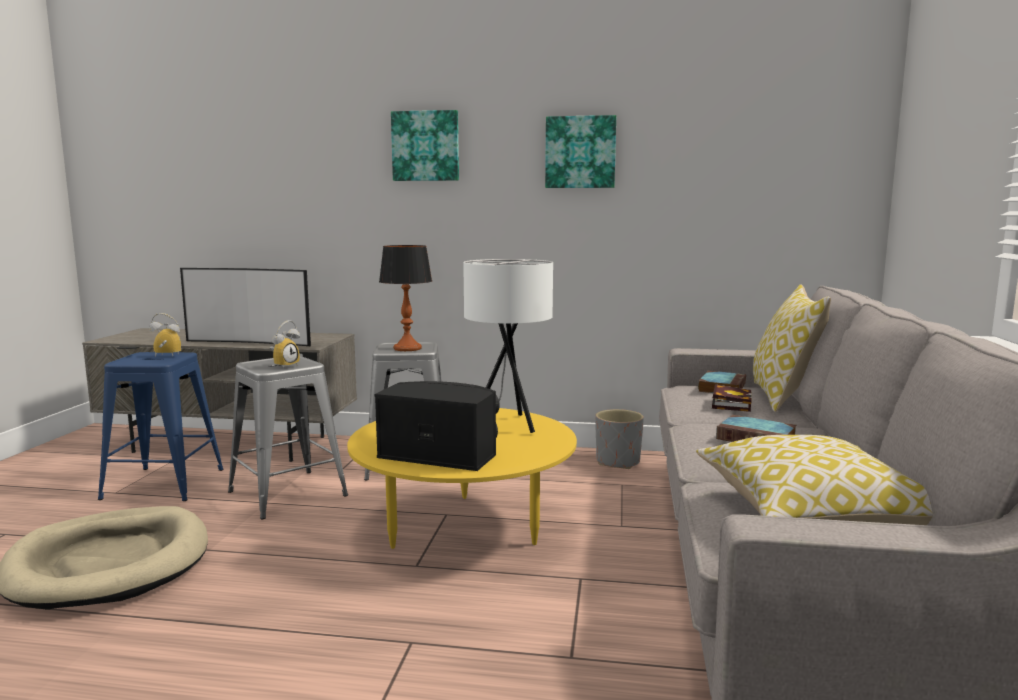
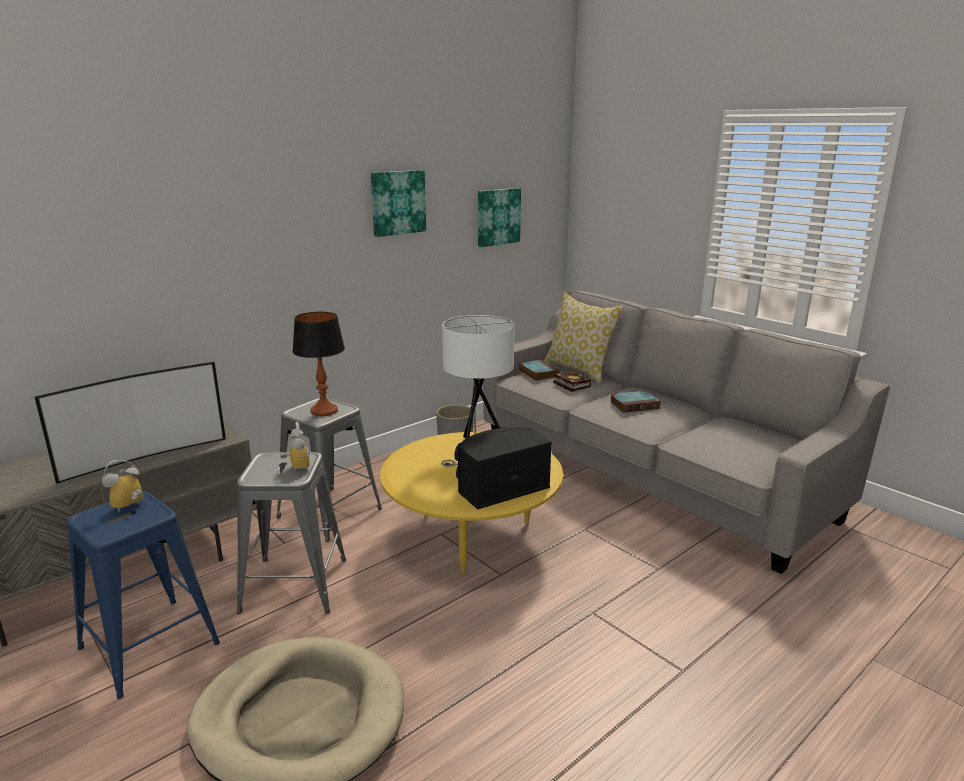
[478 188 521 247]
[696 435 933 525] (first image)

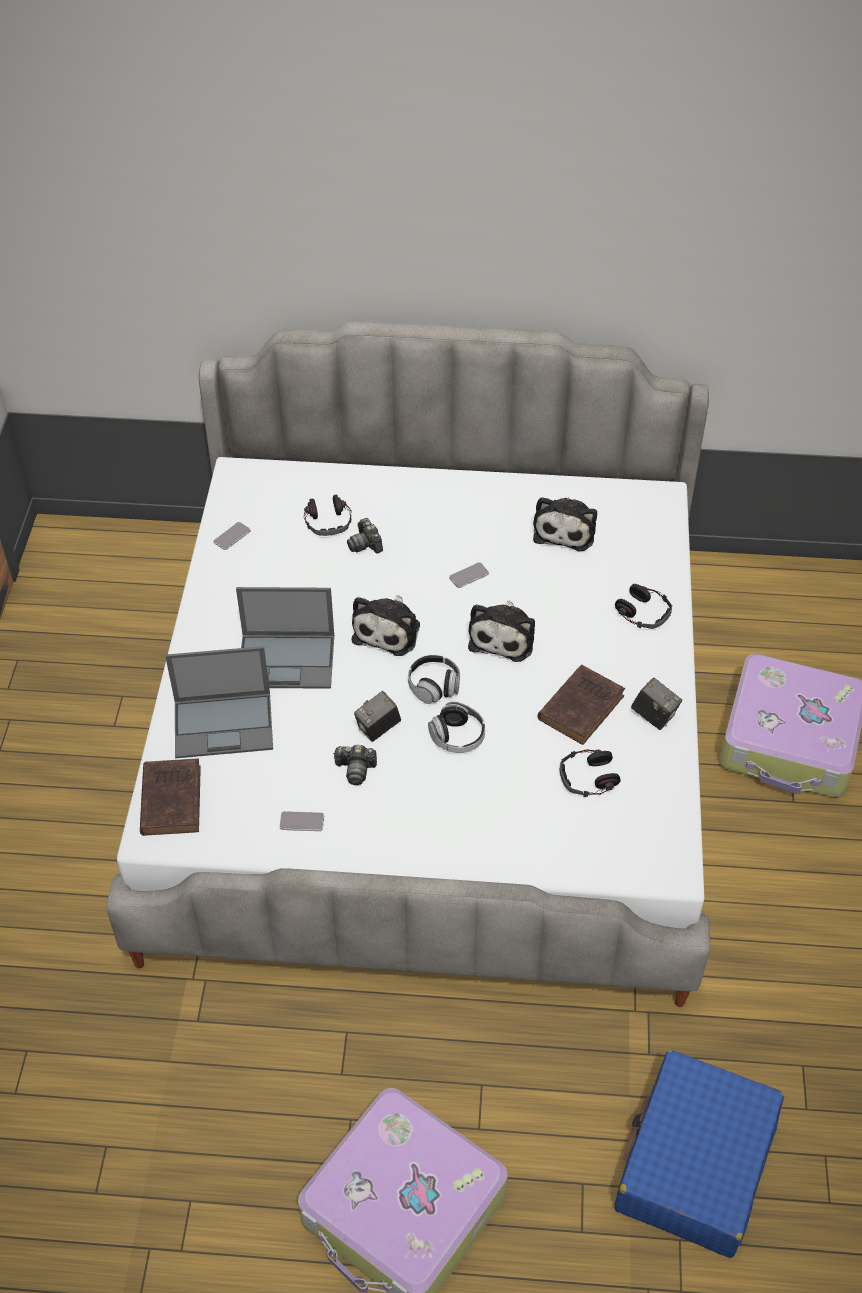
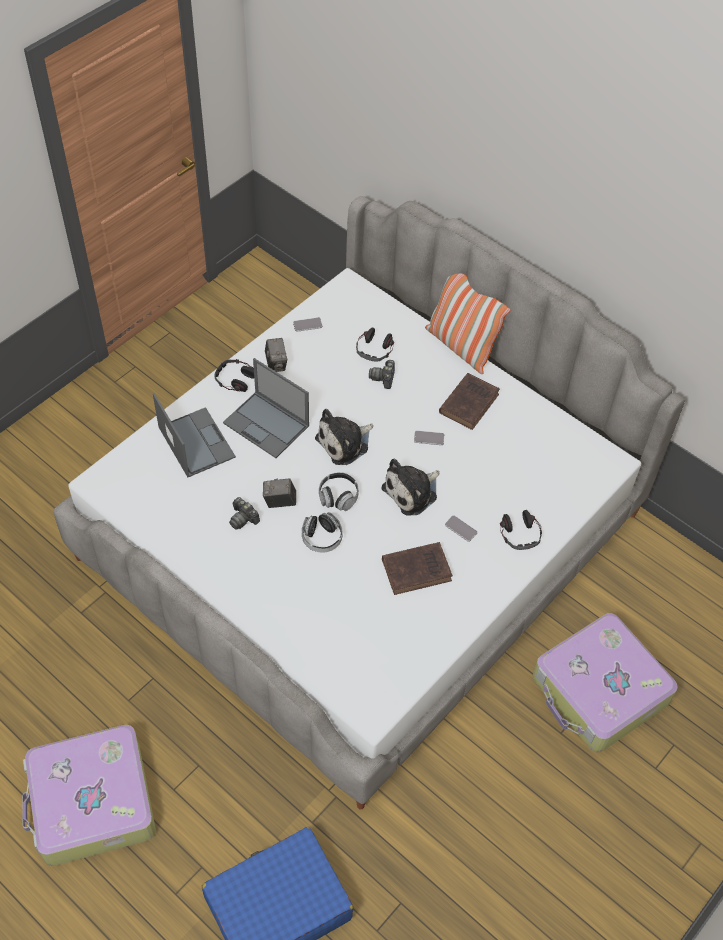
[439 373 500 430]
[153 393 236 477]
[445 515 477 542]
[533 497 597 551] (first image)
[215 359 254 392]
[265 338 287 372]
[425 274 510 374]

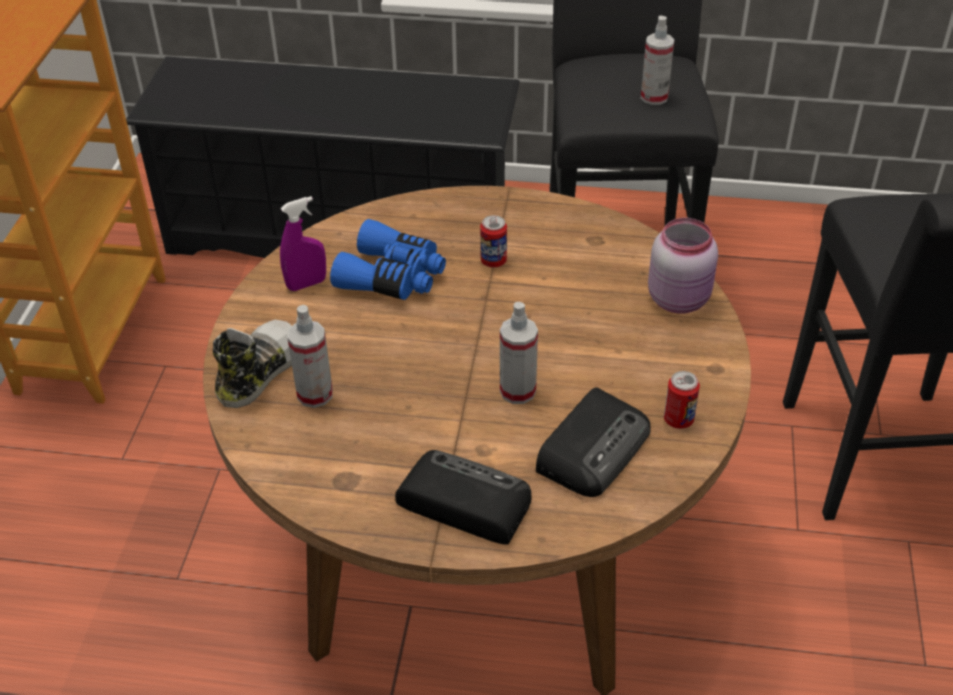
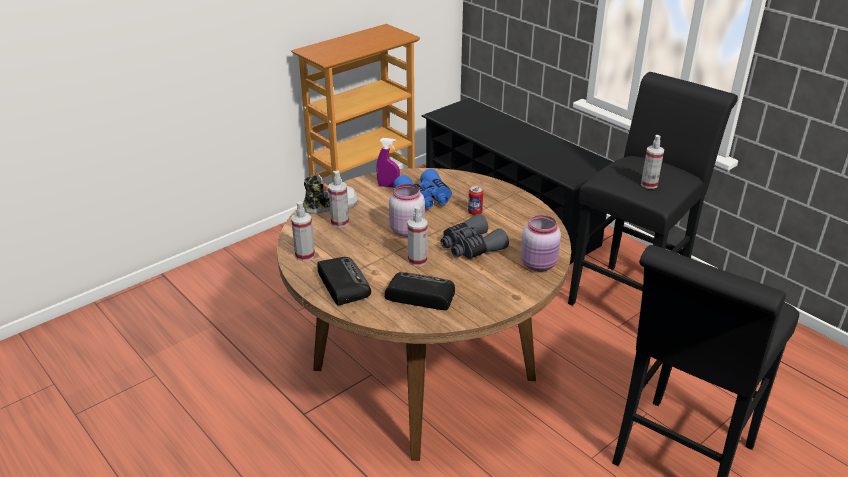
[385 272 455 310]
[664 371 700 429] (first image)
[291 202 315 261]
[389 184 425 237]
[441 214 509 259]

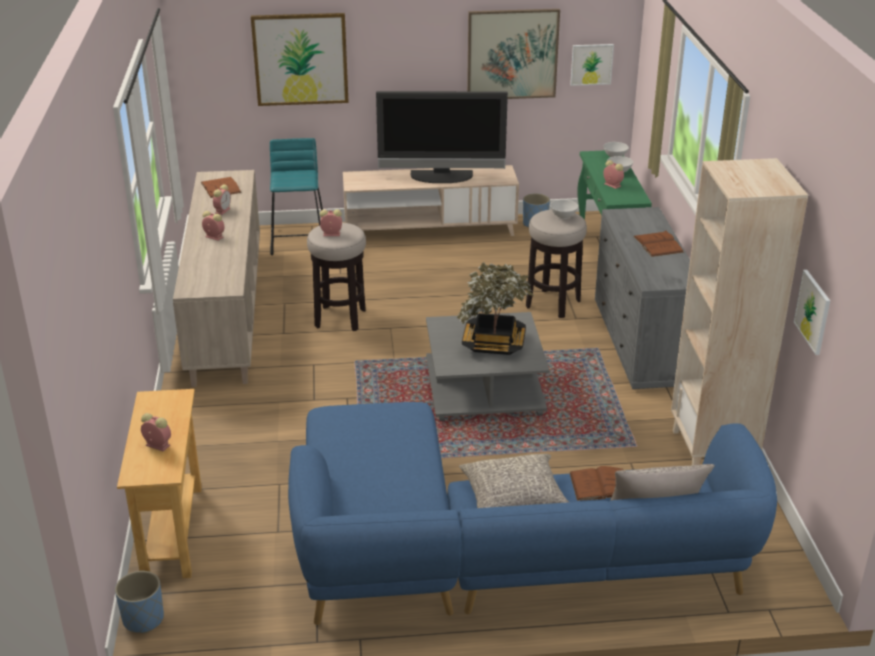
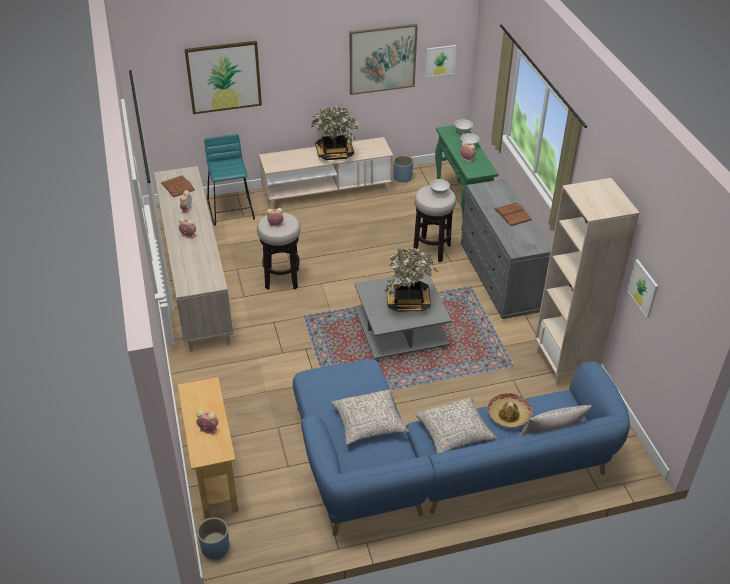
[311 106 359 160]
[488 393 533 428]
[331 389 409 445]

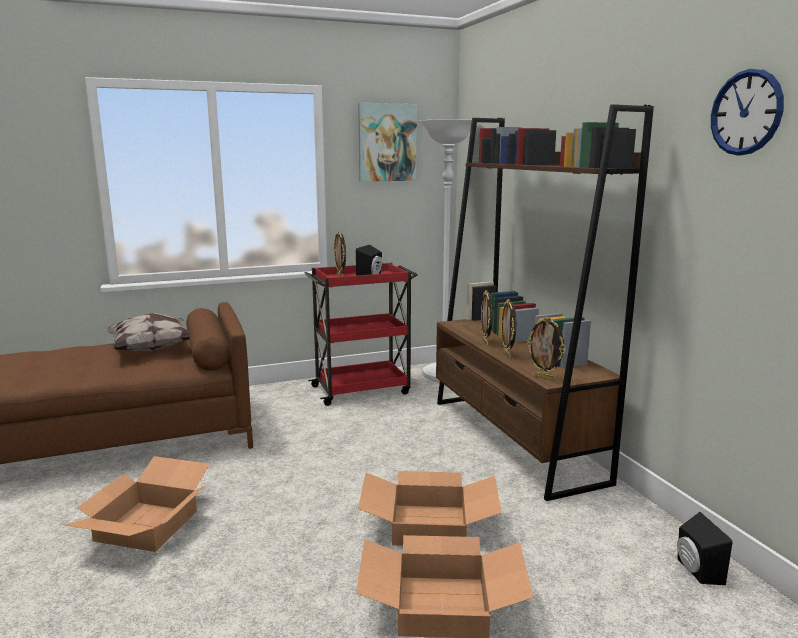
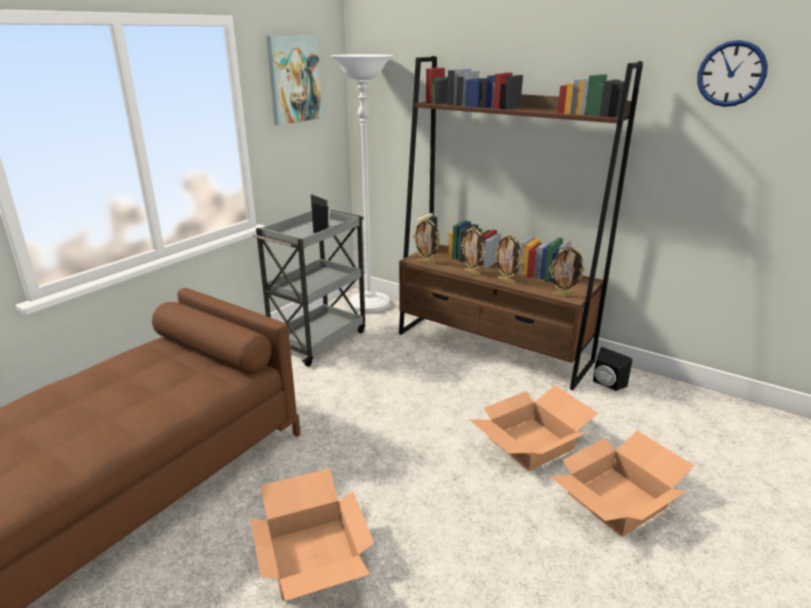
[104 313 190 352] (first image)
[252 210 365 367]
[413 218 441 264]
[593 347 633 391]

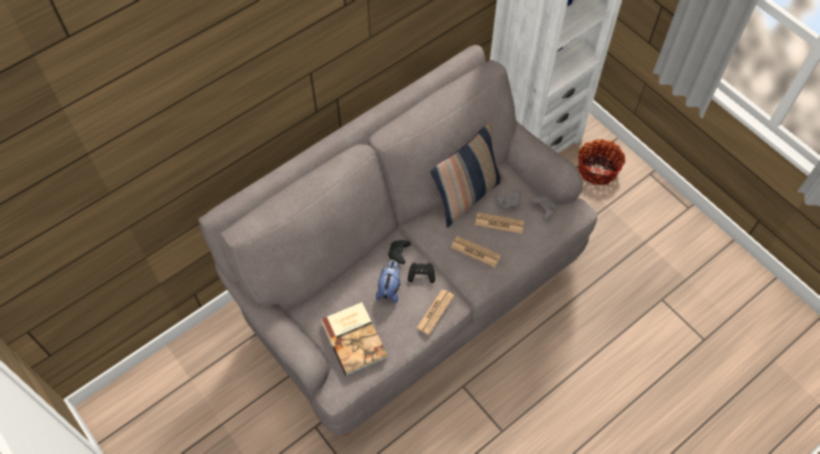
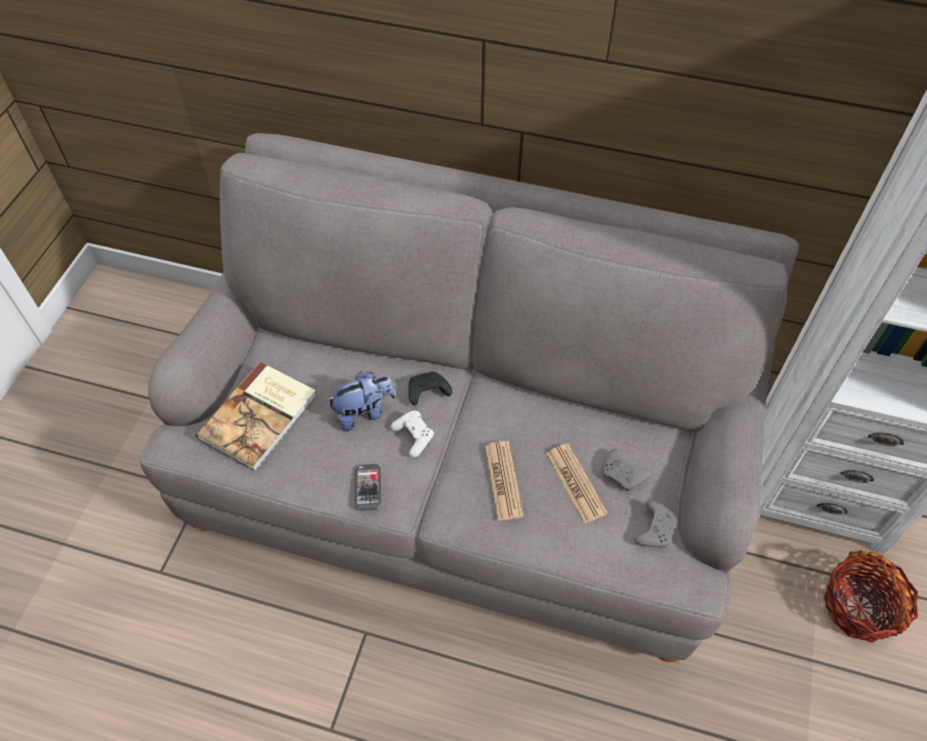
[391 411 434 458]
[355 464 381 511]
[430 123 504 227] (first image)

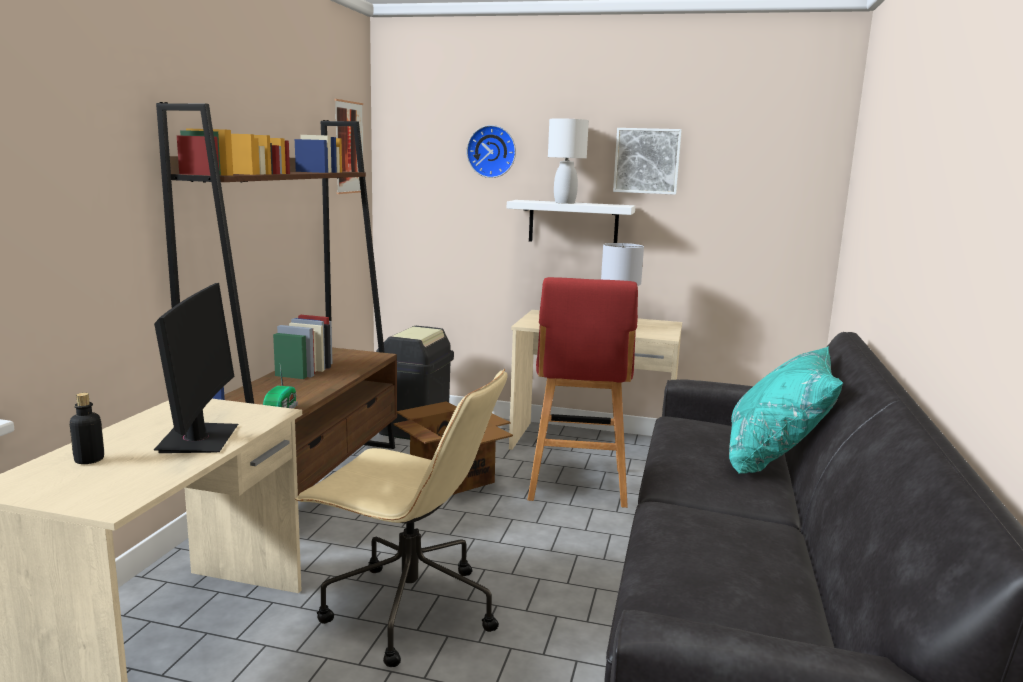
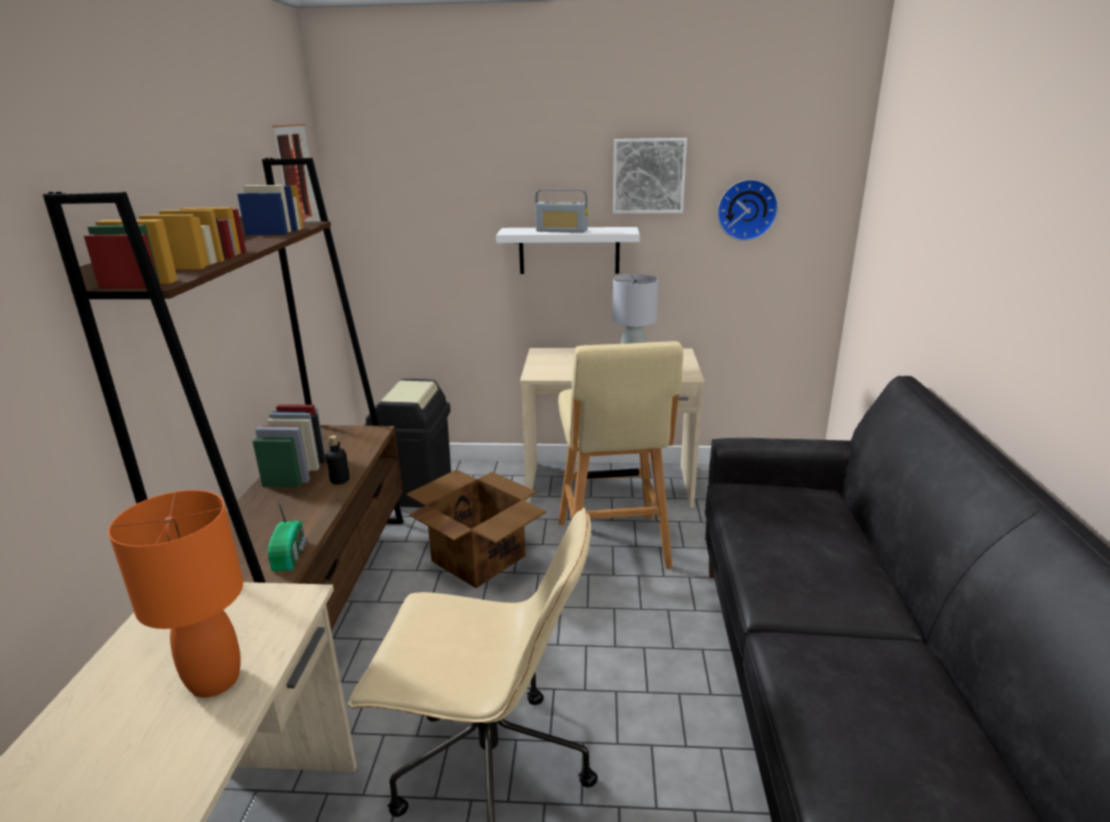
[326 435 350 485]
[108 490 243 698]
[717 179 778 241]
[558 341 683 569]
[535 189 588 233]
[729 346 843 474] (first image)

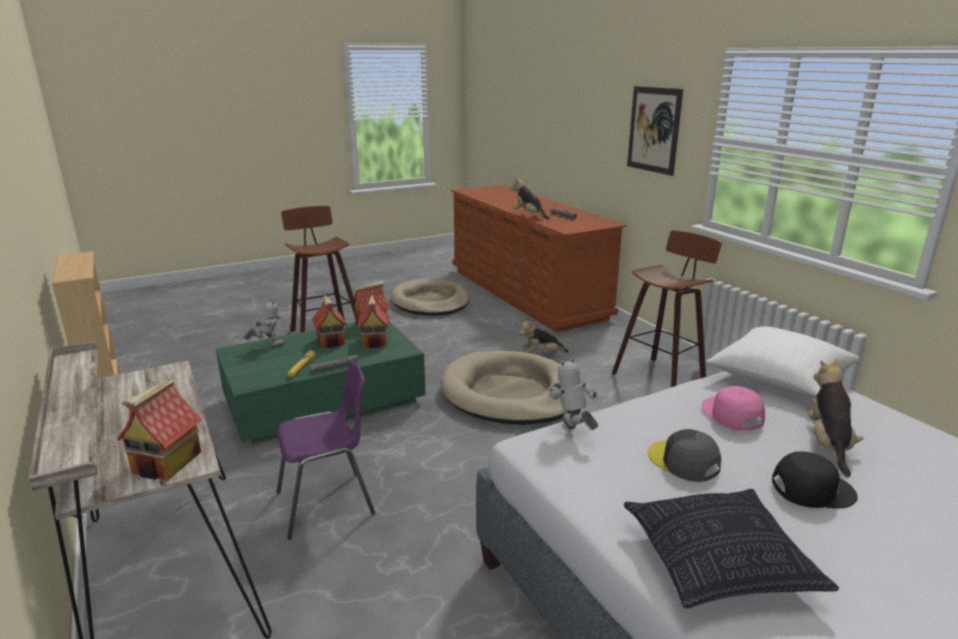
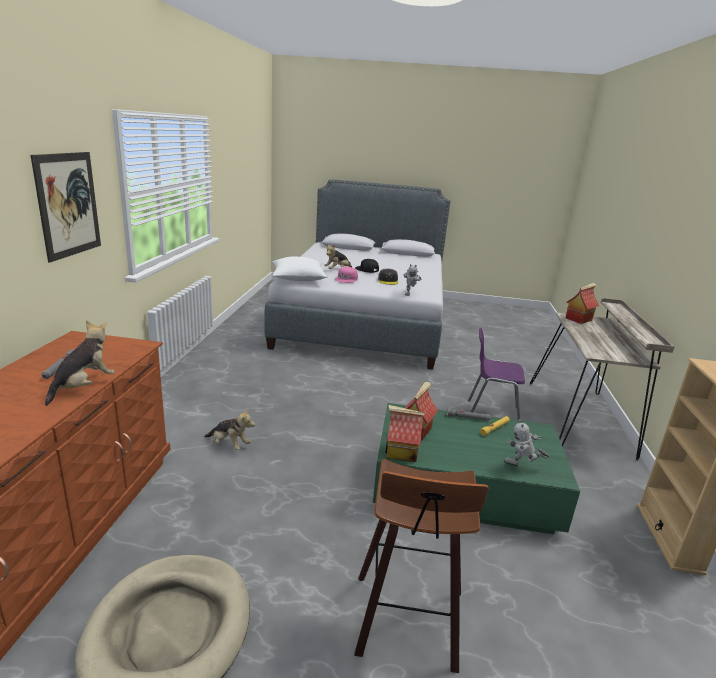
[312 295 347 349] (first image)
[441 351 570 425] (first image)
[45 321 115 406]
[612 230 722 387] (first image)
[624 489 839 608] (first image)

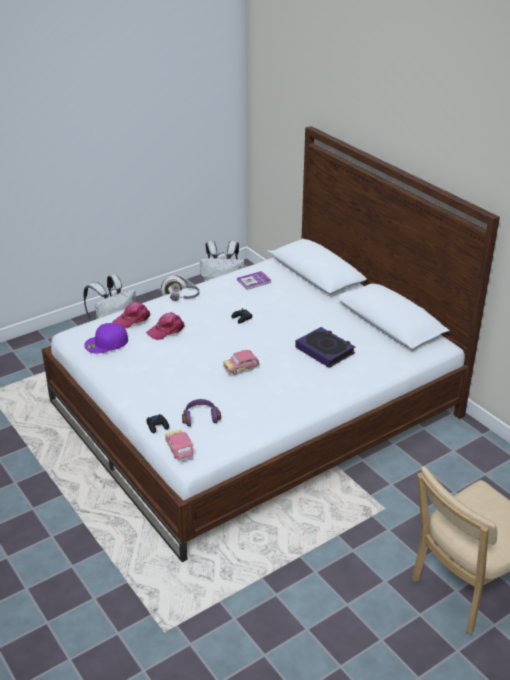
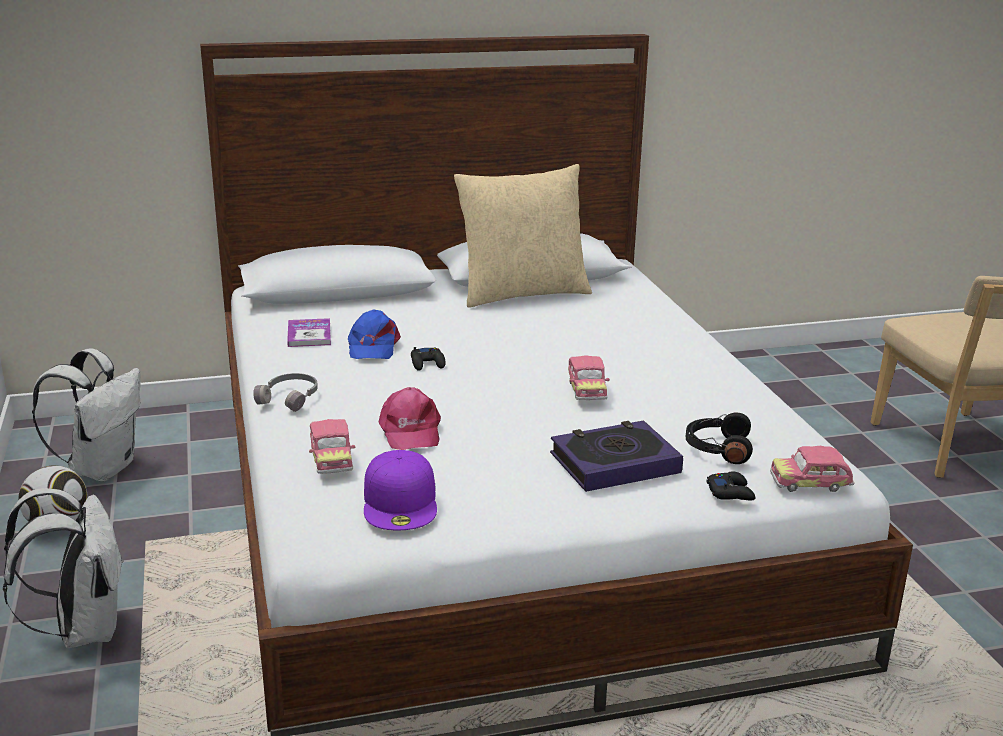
[309 419 356 474]
[686 413 753 464]
[550 420 683 492]
[348 309 401 359]
[454 164 592 308]

